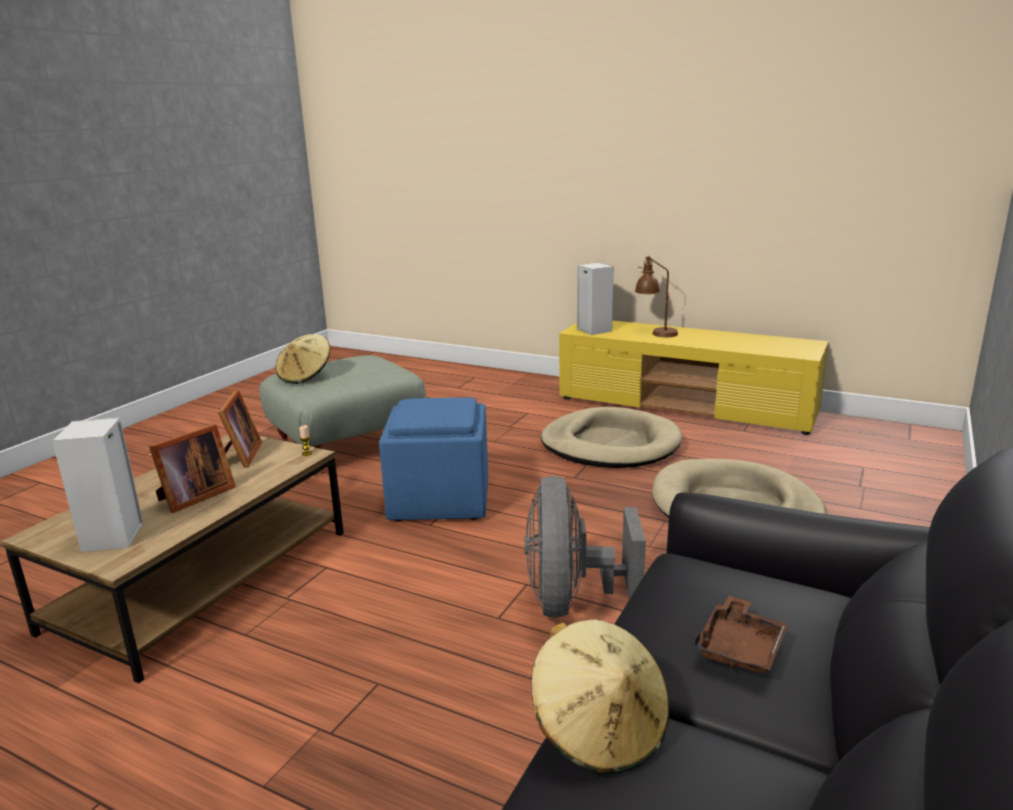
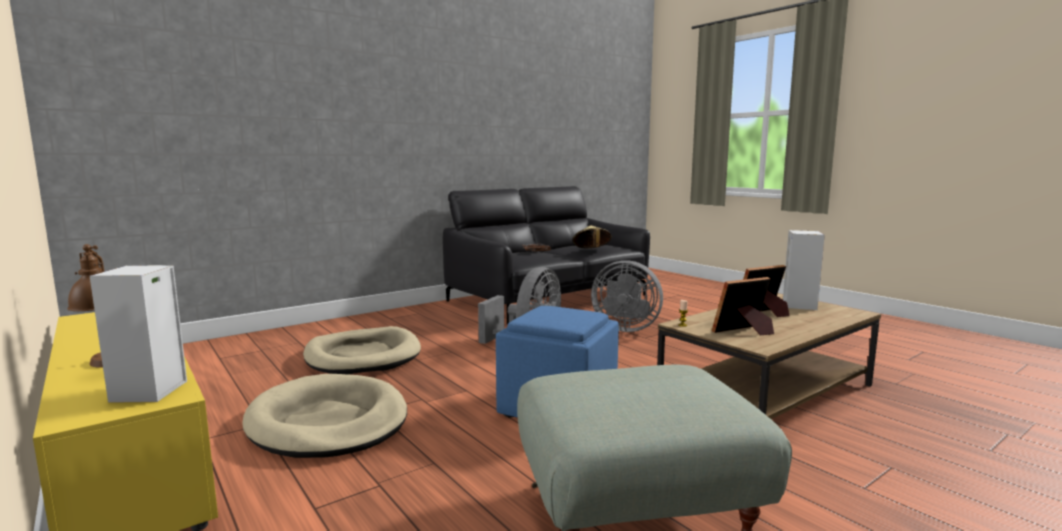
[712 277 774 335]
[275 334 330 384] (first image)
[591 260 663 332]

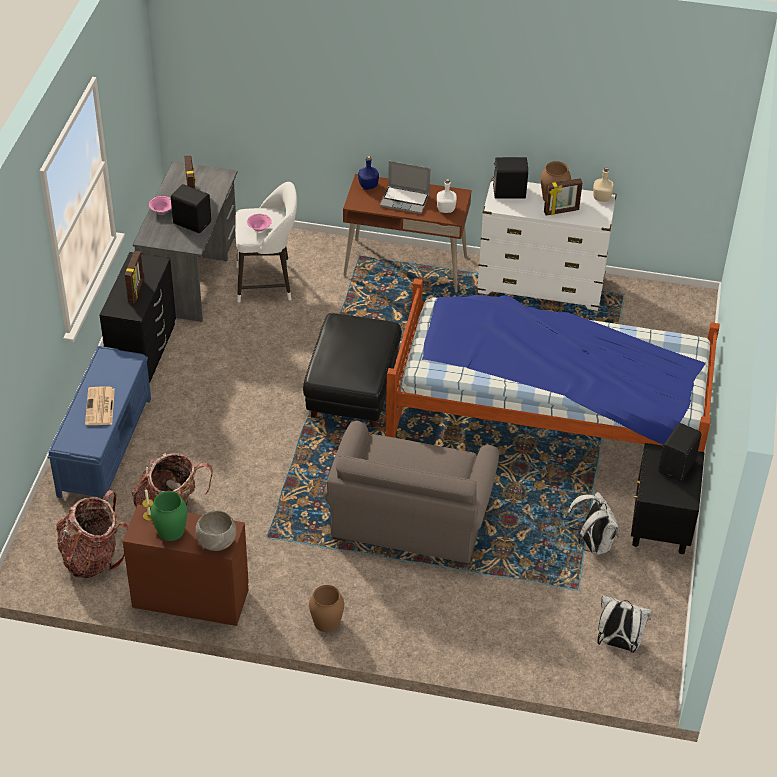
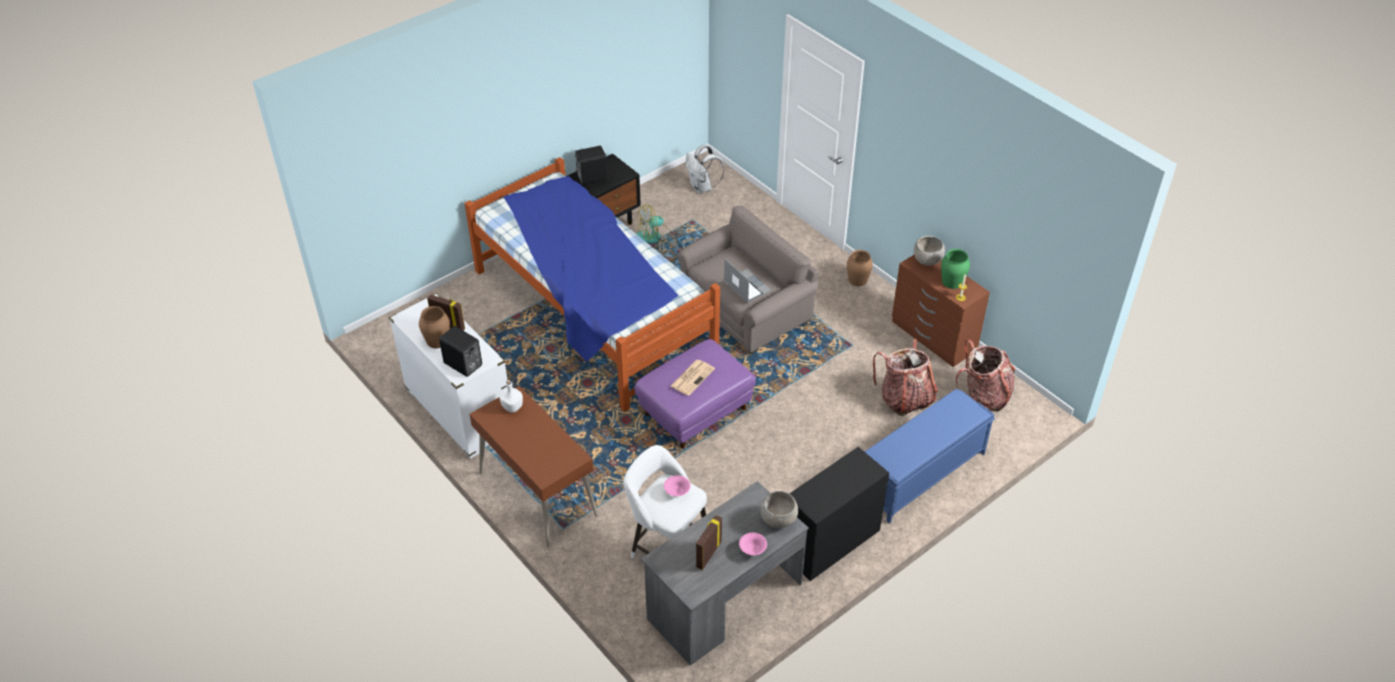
[671 360 715 396]
[125 251 144 303] (first image)
[171 184 211 233] (first image)
[634 339 756 449]
[358 156 379 190] (first image)
[724 258 771 303]
[636 204 671 243]
[593 167 614 202] (first image)
[760 491 798 528]

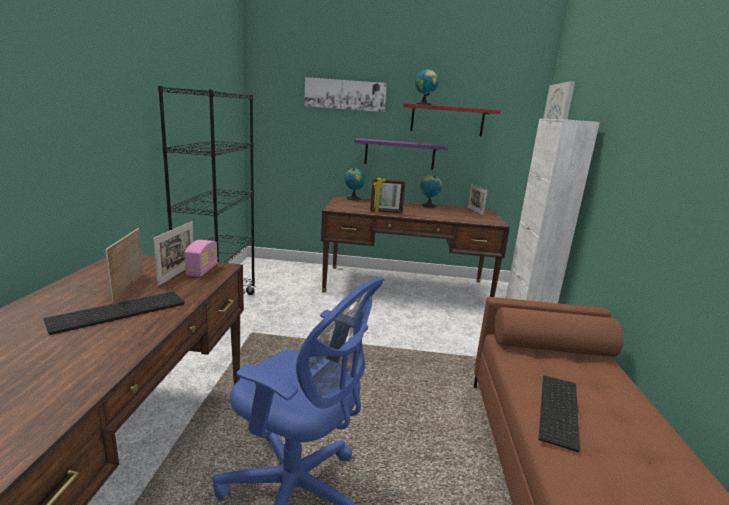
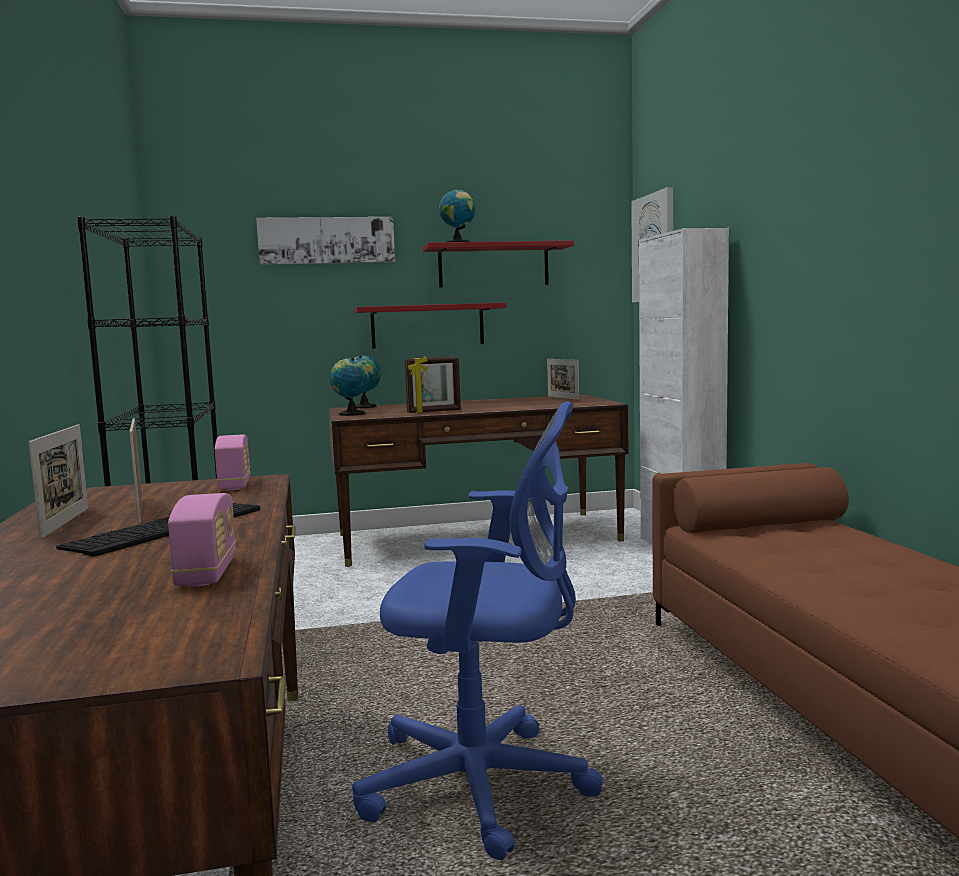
[28 424 88 539]
[355 303 506 348]
[330 358 369 416]
[539 375 580 452] (first image)
[168 493 236 587]

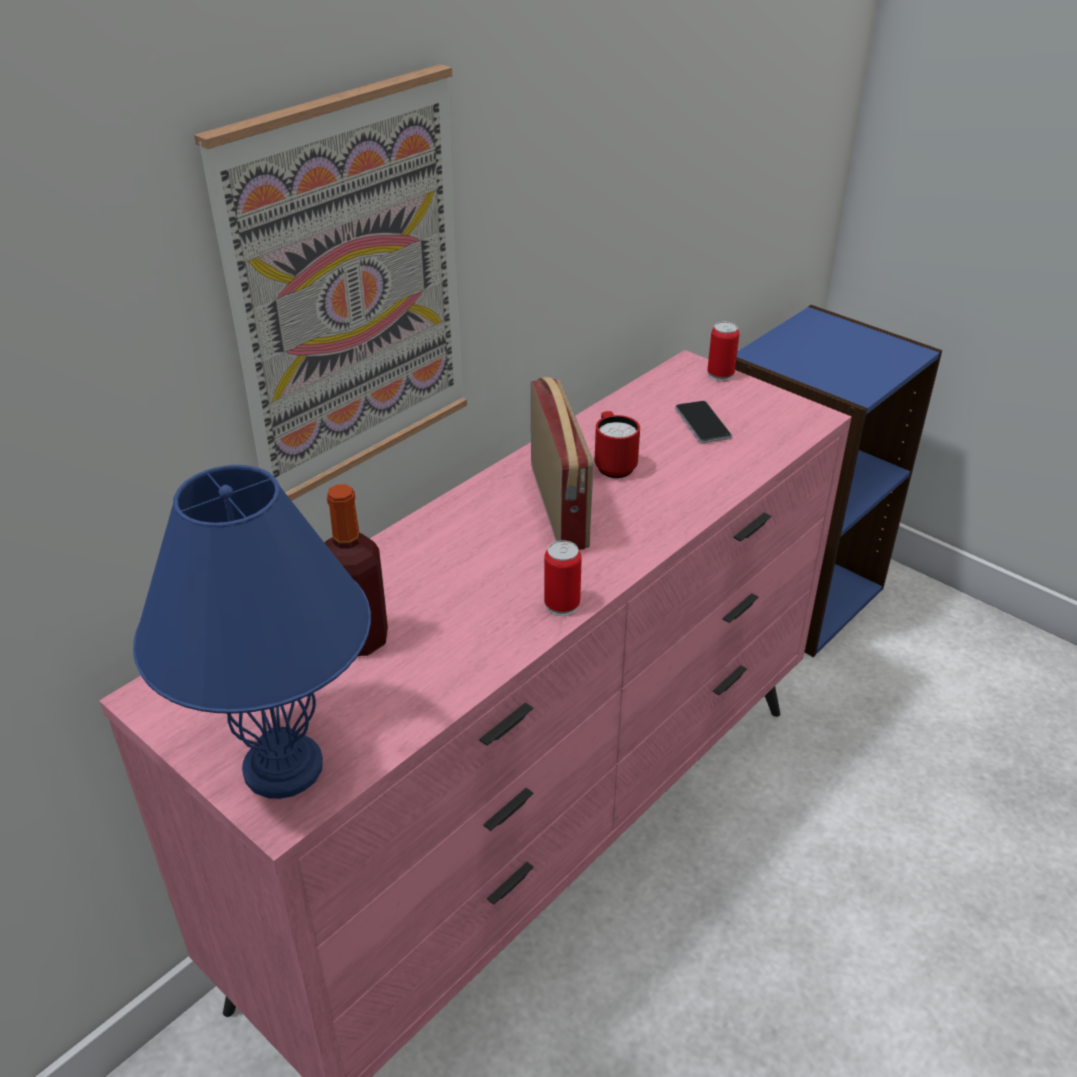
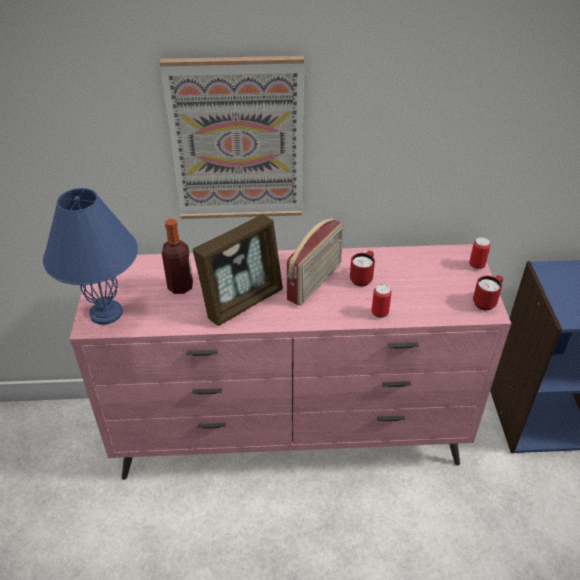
[371 284 392 319]
[675 401 732 443] (first image)
[193 215 283 326]
[473 275 503 310]

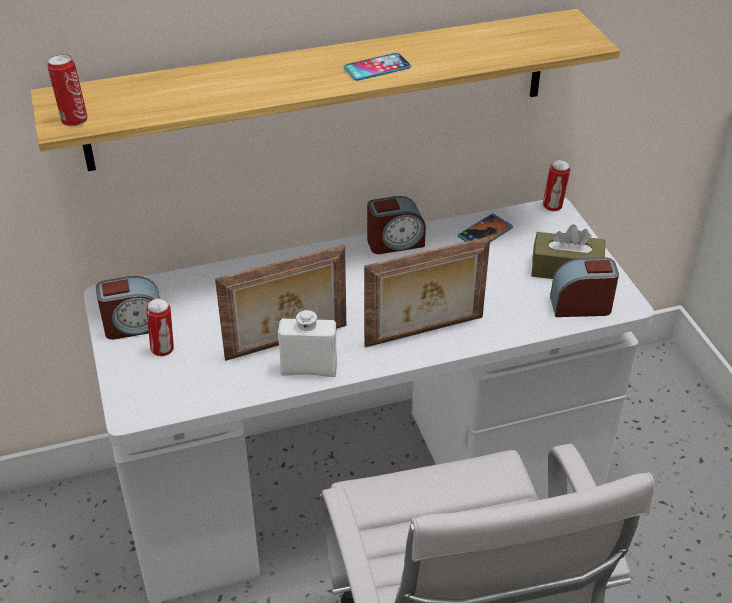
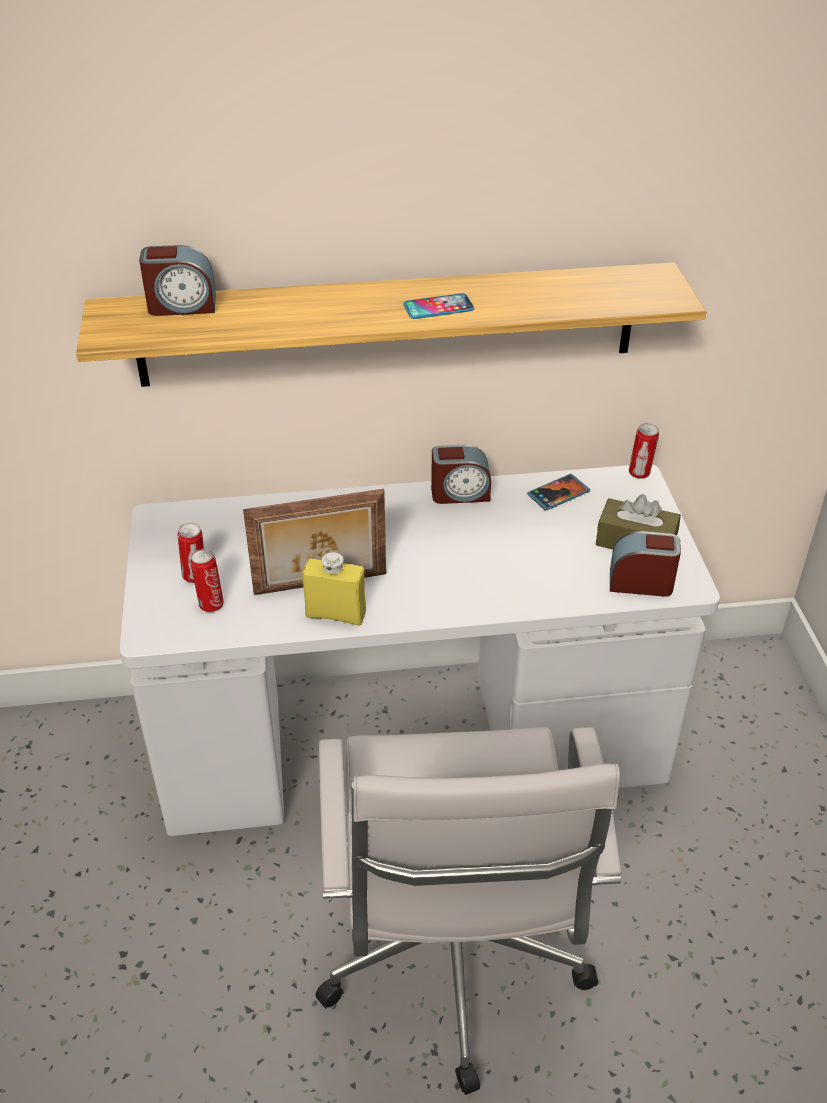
[190 549 224 612]
[139 245 216 316]
[302 552 366 626]
[364 236 490 348] (first image)

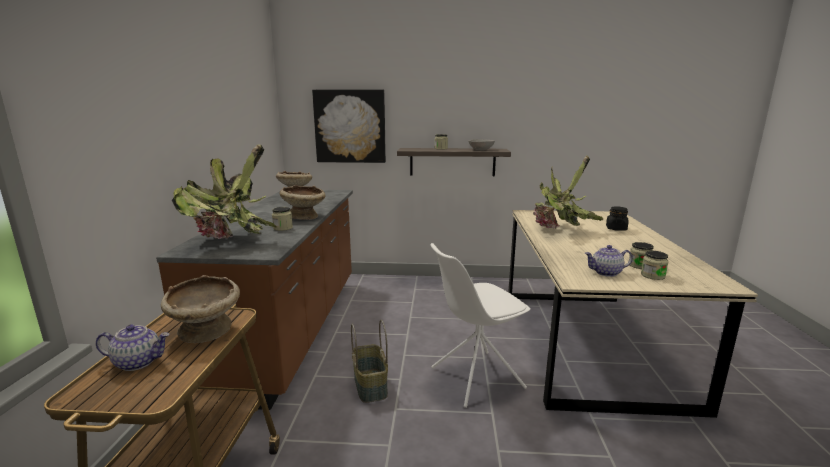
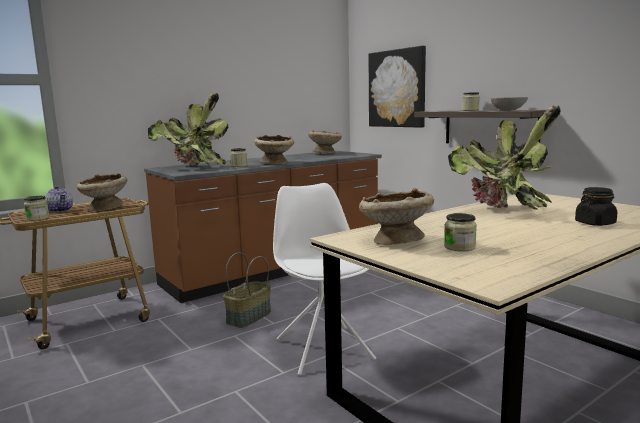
[273 183 376 376]
[359 188 434 245]
[24 196 49 221]

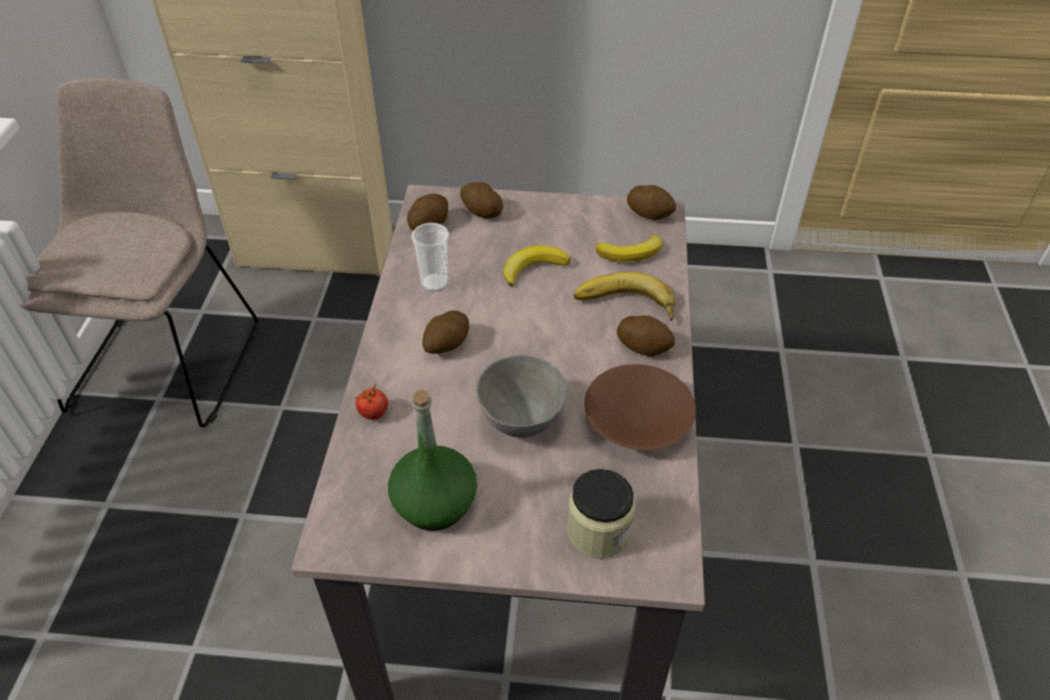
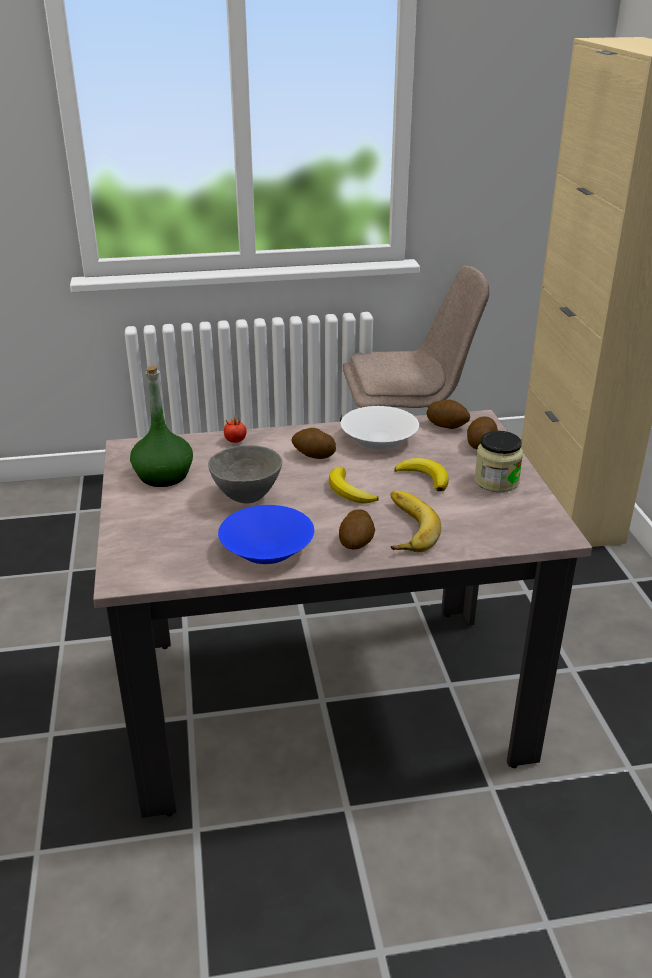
[341 406 419 450]
[474 431 523 492]
[218 505 314 564]
[329 467 379 504]
[627 185 676 220] (first image)

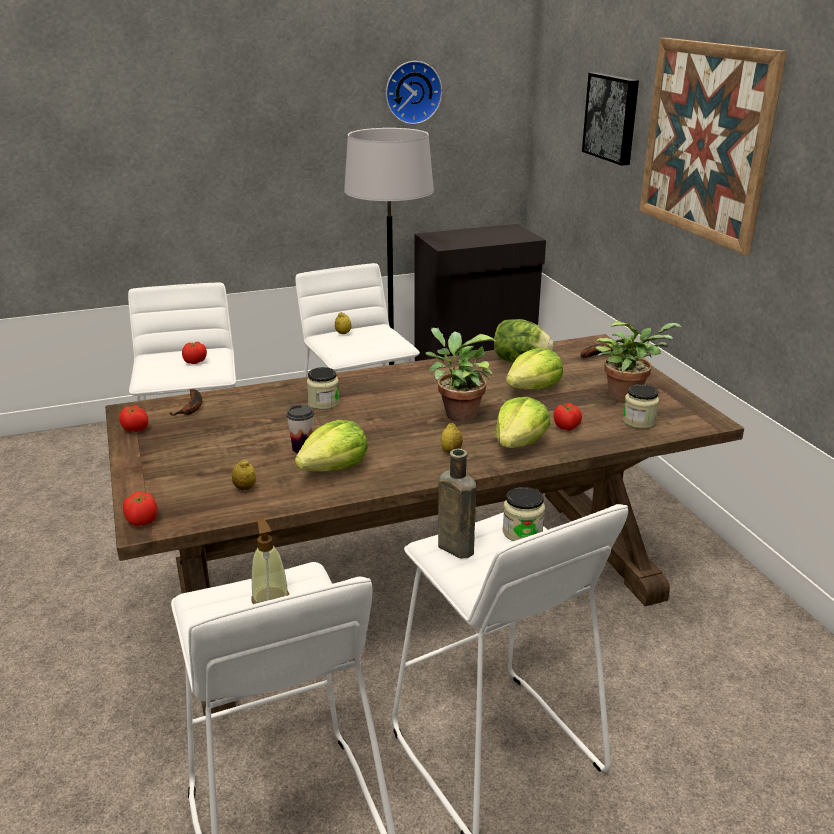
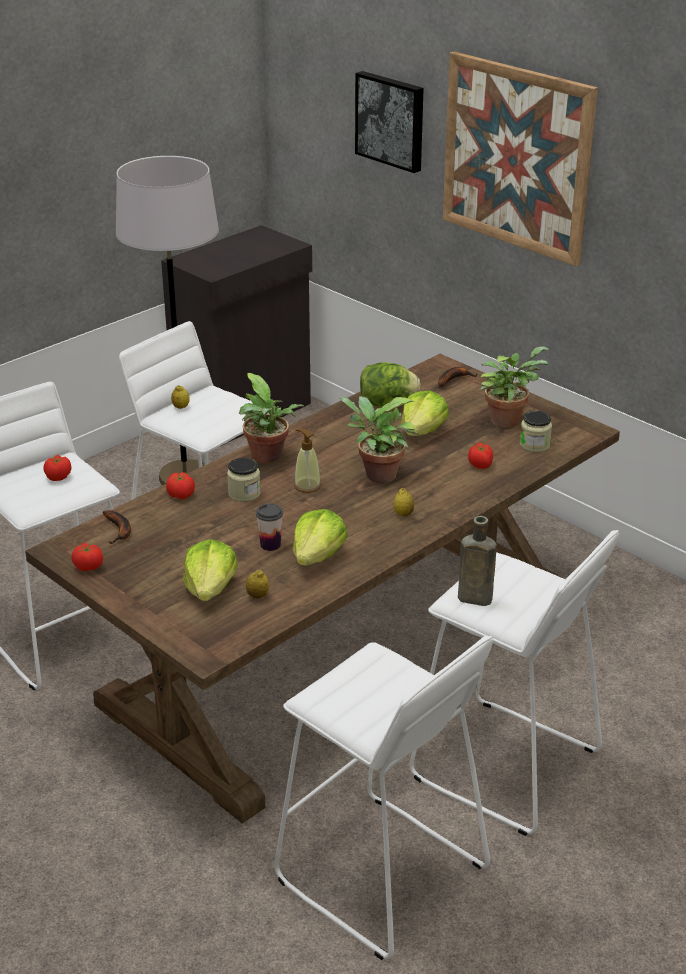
[166 472 195 499]
[294 428 321 493]
[386 61 442 124] (first image)
[183 539 238 601]
[502 487 545 541] (first image)
[239 373 304 463]

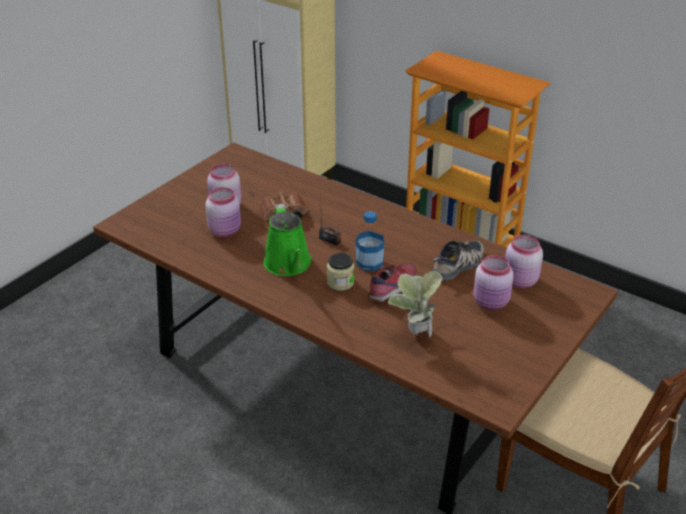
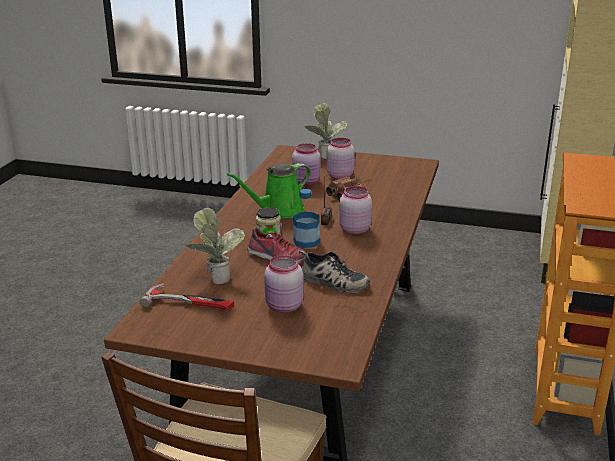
[339 186 372 234]
[140 284 234 310]
[305 103 348 159]

